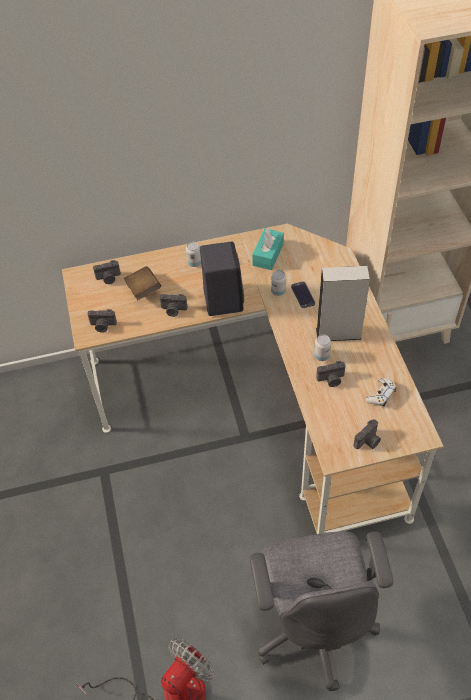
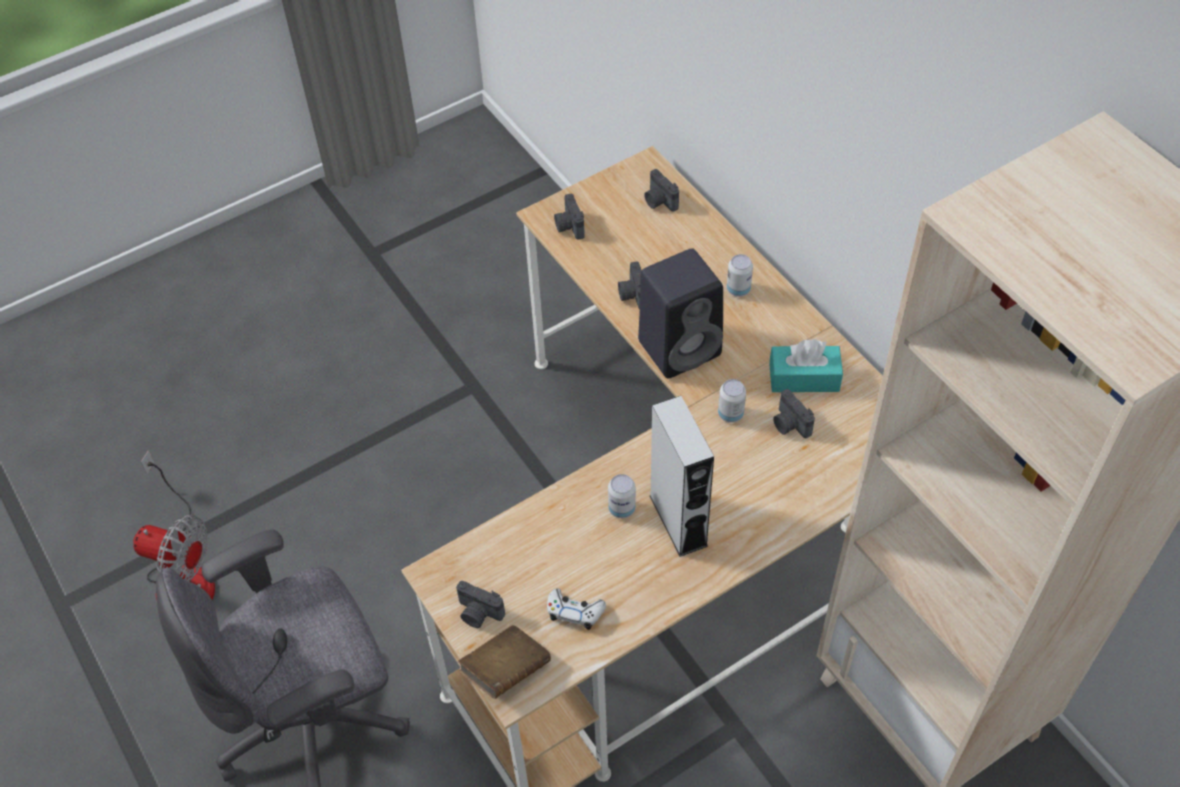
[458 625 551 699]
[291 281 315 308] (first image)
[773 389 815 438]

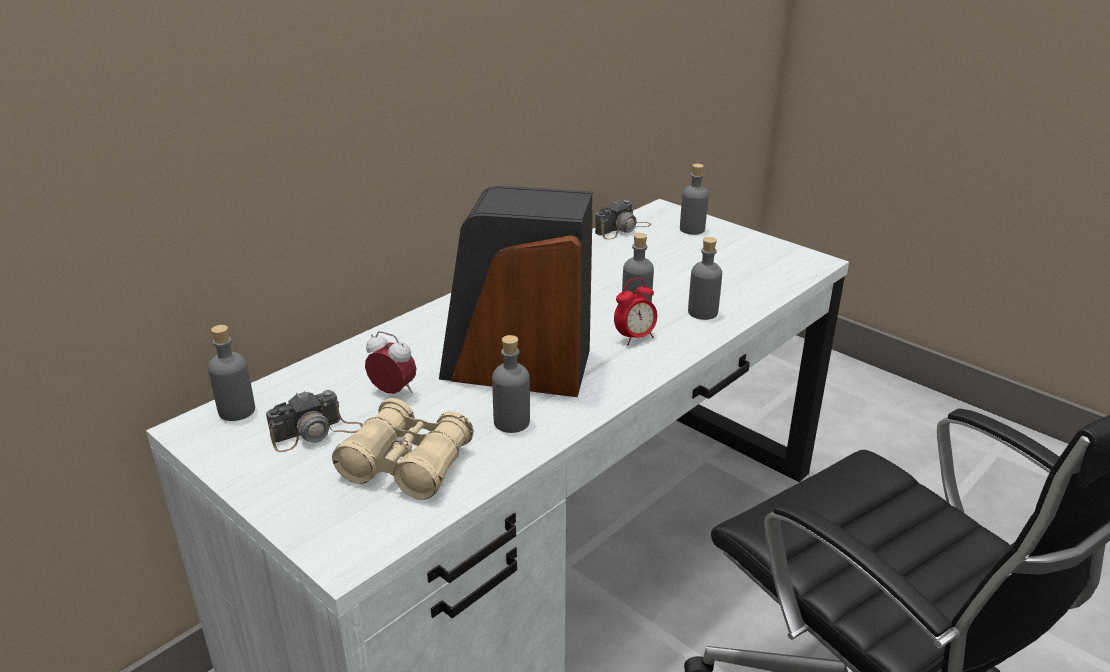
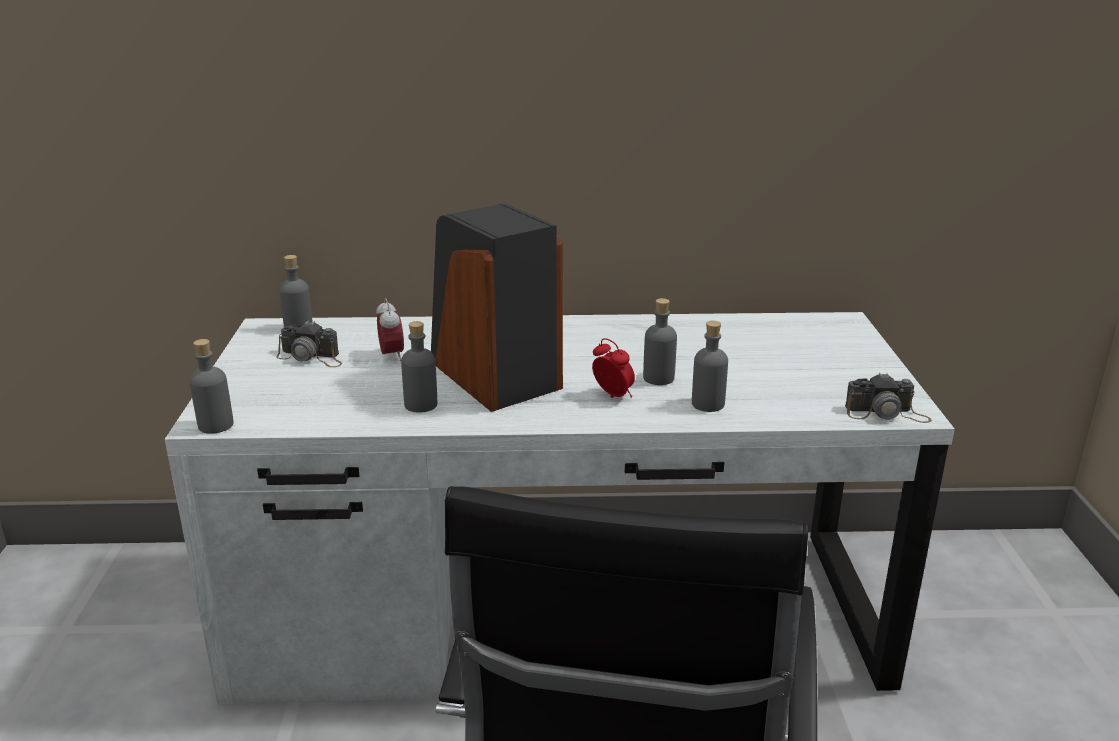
[332 398 474 500] (first image)
[845 373 932 423]
[592 338 635 398]
[189 339 234 434]

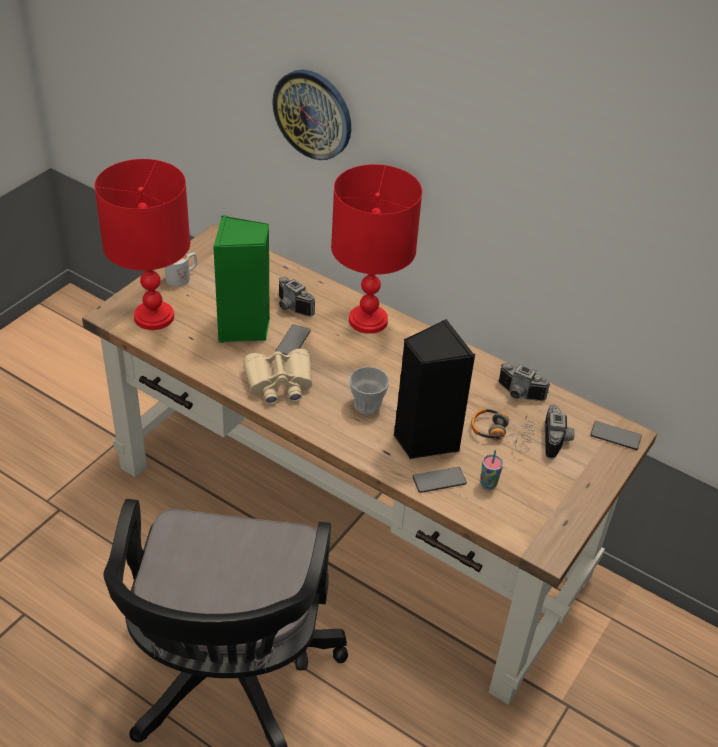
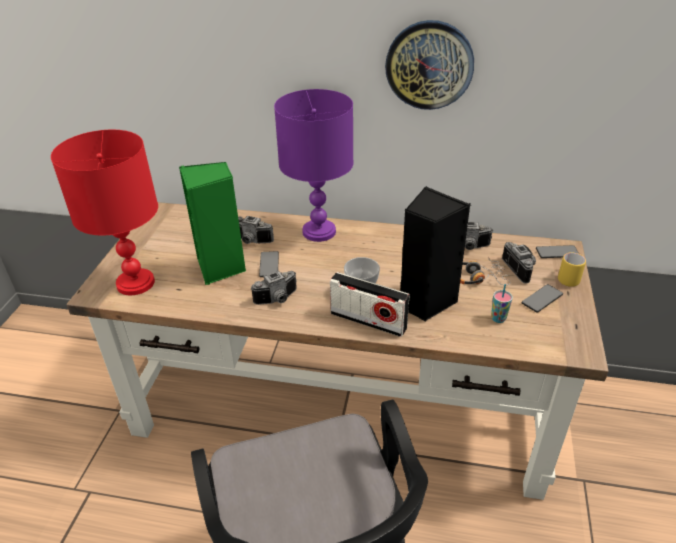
[165 252 197 287] (first image)
[251 271 297 305]
[385 20 474 110]
[274 89 354 242]
[522 284 563 312]
[330 272 410 337]
[558 252 586 287]

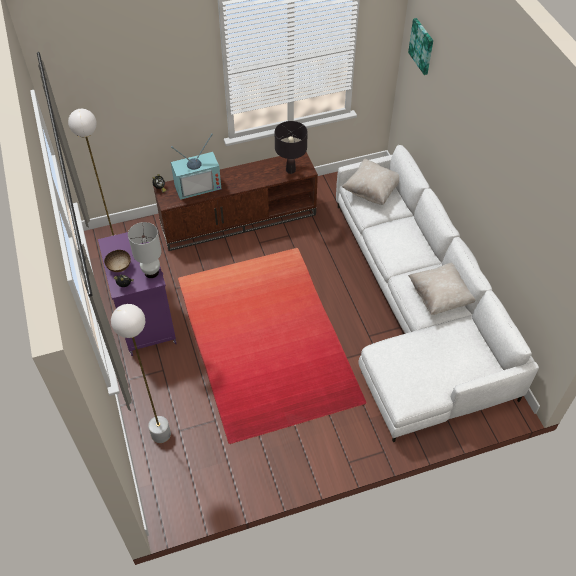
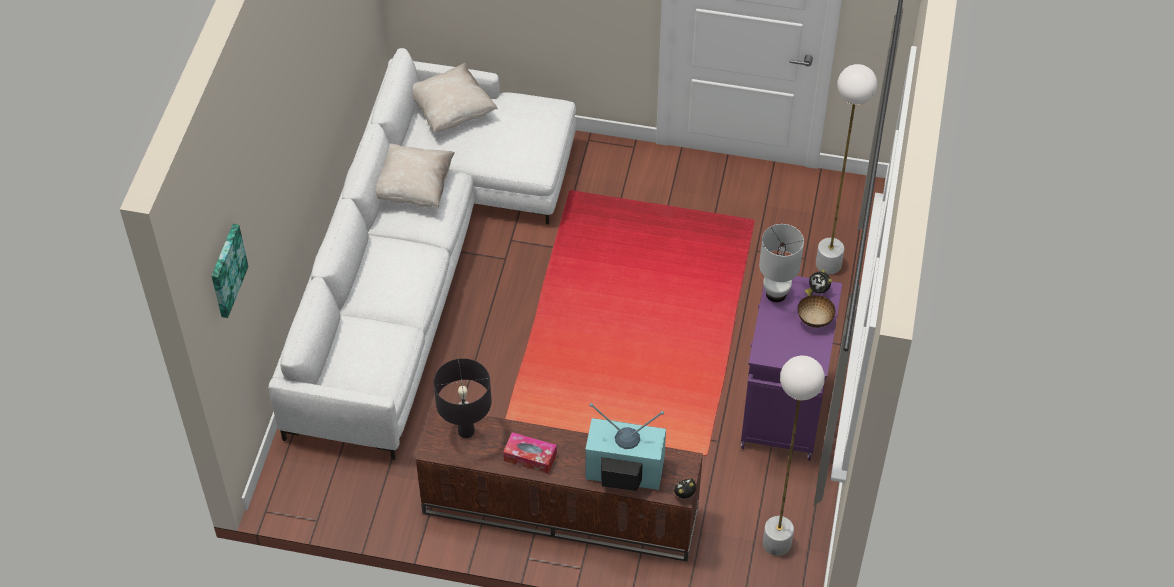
[413 63 498 132]
[503 432 557 474]

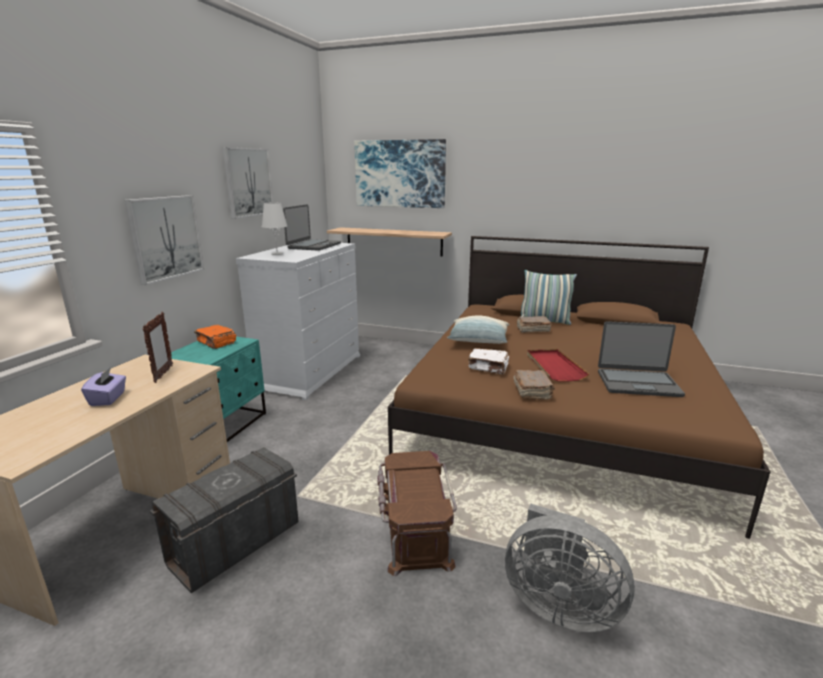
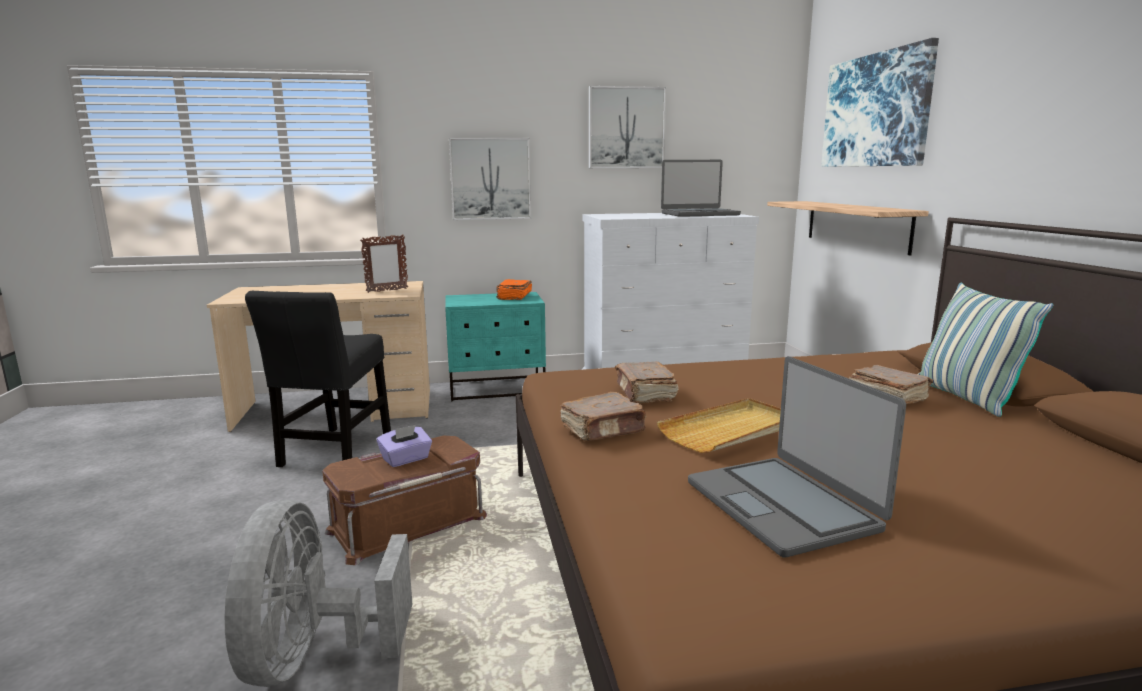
[377 425 432 467]
[245 291 391 467]
[262 202 287 255] (first image)
[447 316 510 344] (first image)
[615 362 679 404]
[657 398 781 453]

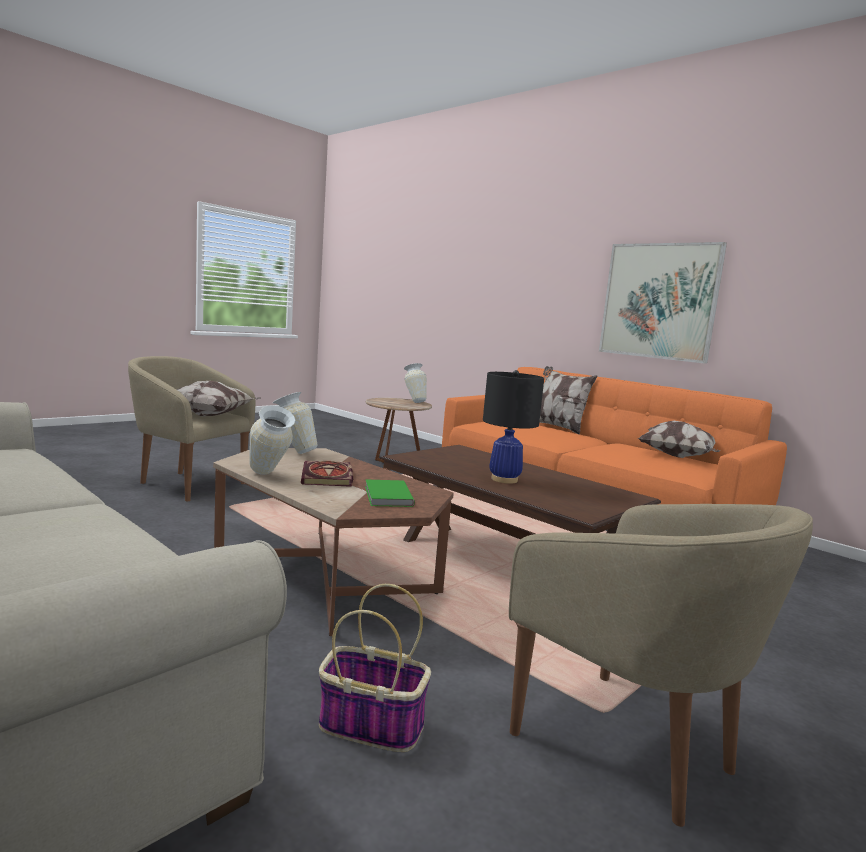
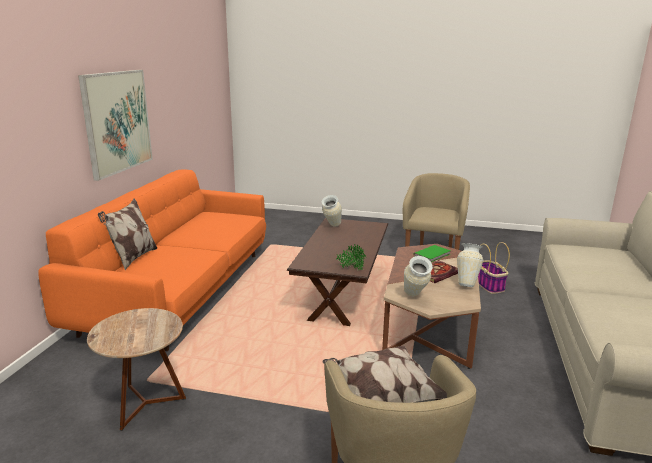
[322 195 342 227]
[483 370 544 484] (first image)
[638 421 720 458] (first image)
[336 244 366 270]

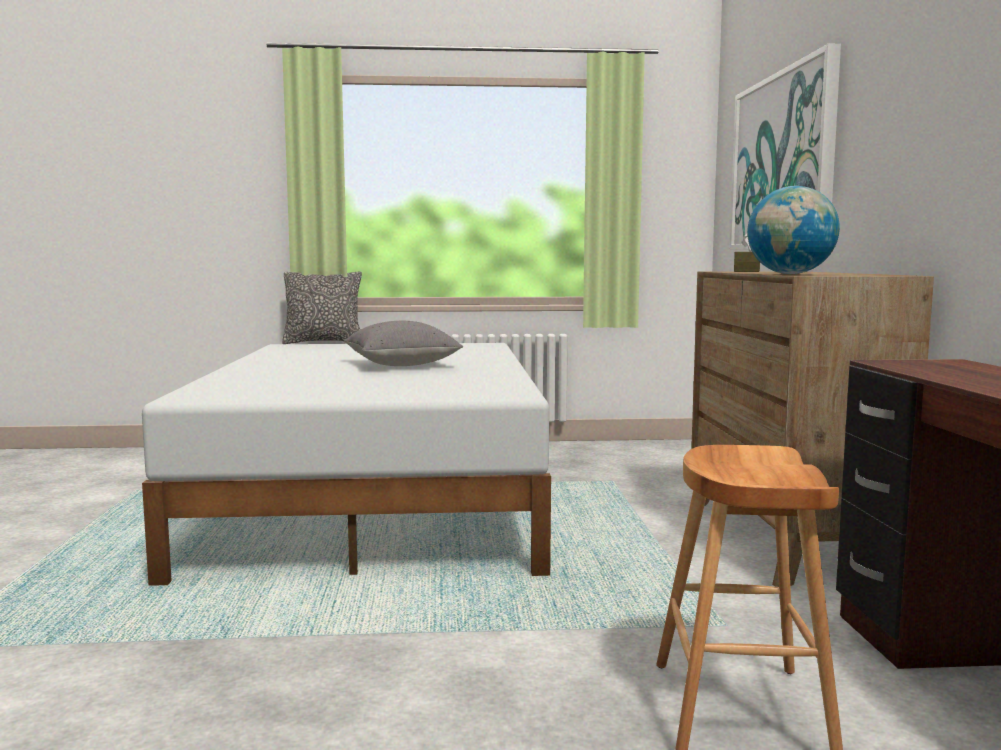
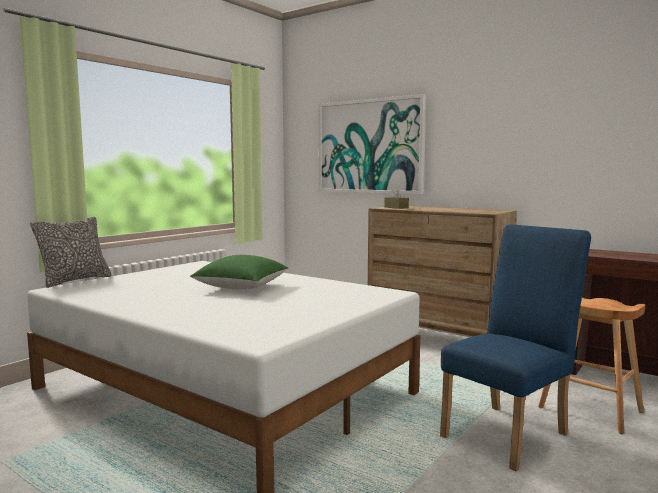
[190 255 288 290]
[747 186 840 274] (first image)
[440 224 591 471]

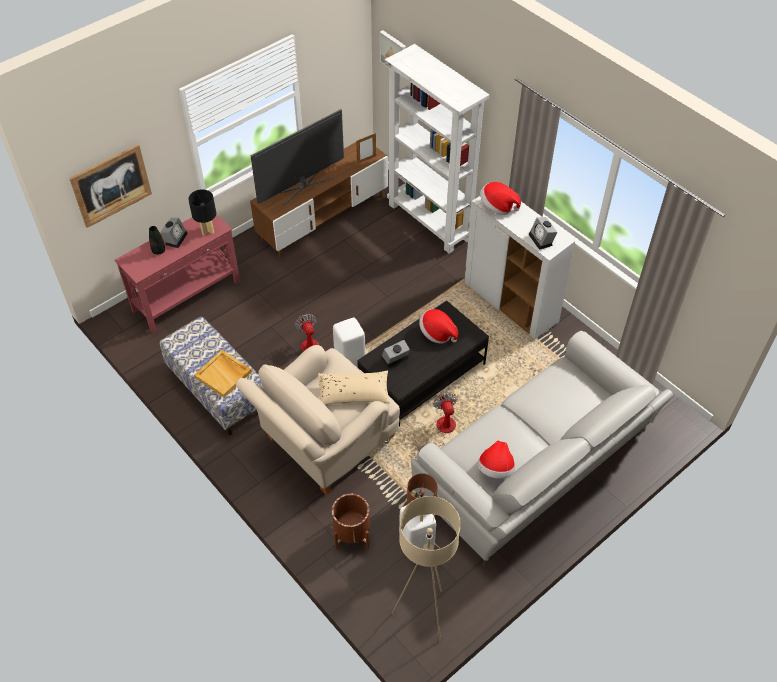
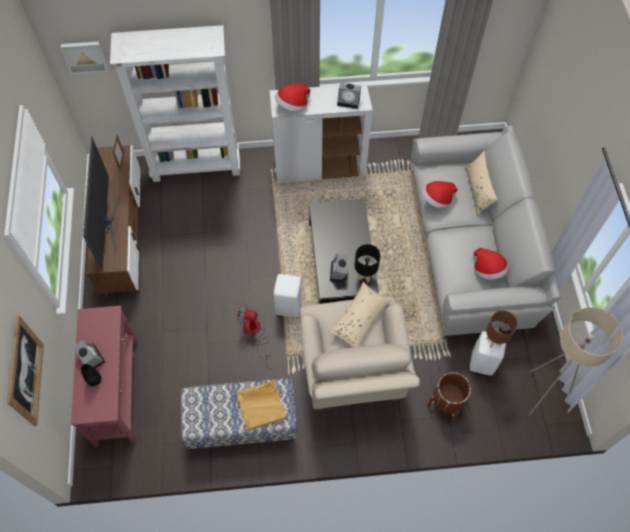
[355 244 380 283]
[418 392 457 451] (first image)
[422 181 458 208]
[465 151 498 216]

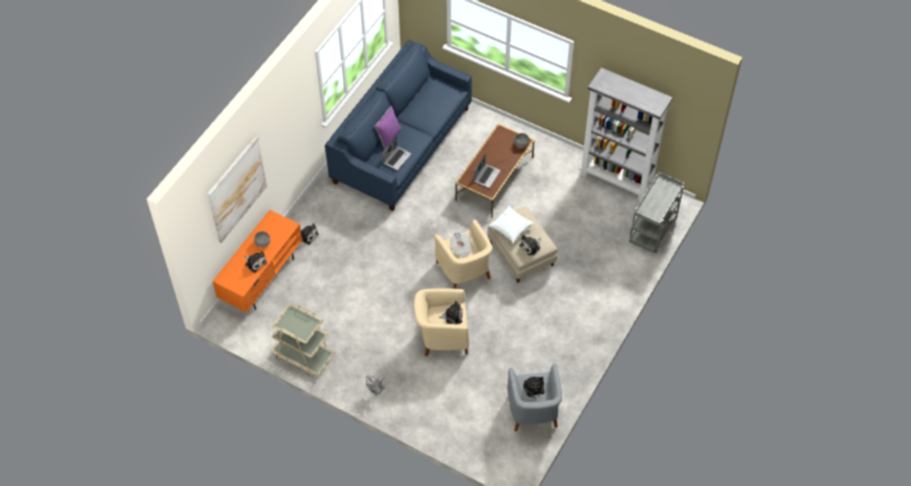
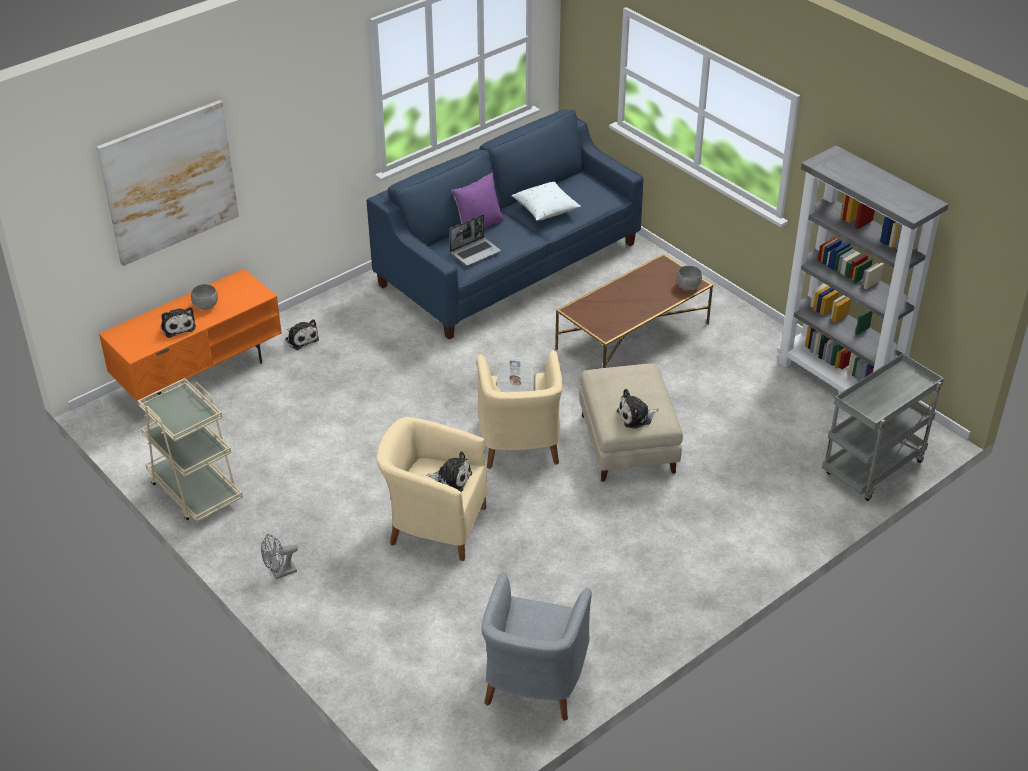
[473 153 501 188] (first image)
[511 182 581 221]
[523 376 545 402] (first image)

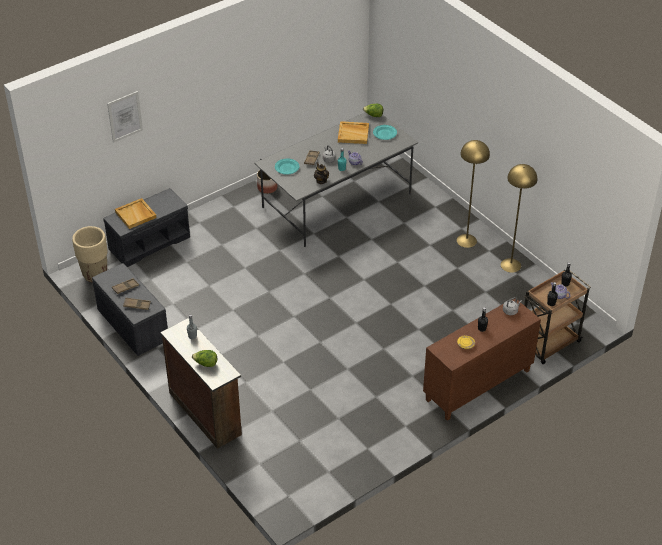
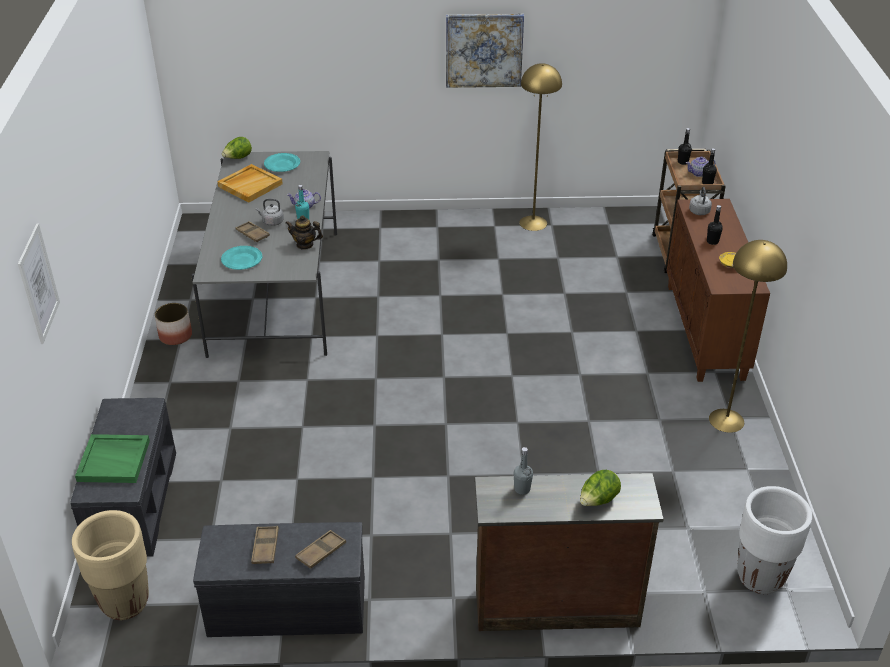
[75 434 150 483]
[709 240 787 433]
[446 14 524 88]
[737 486 812 594]

